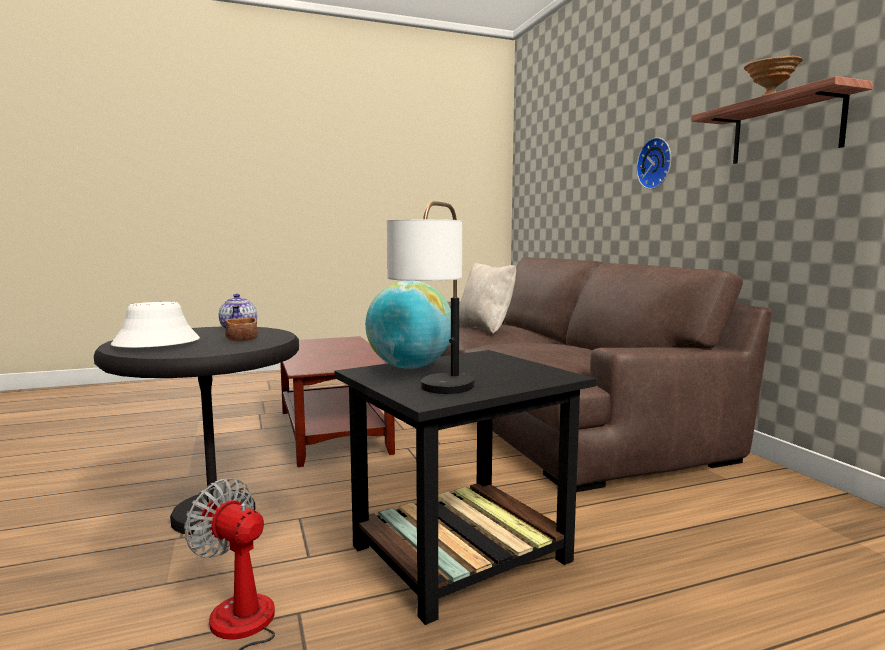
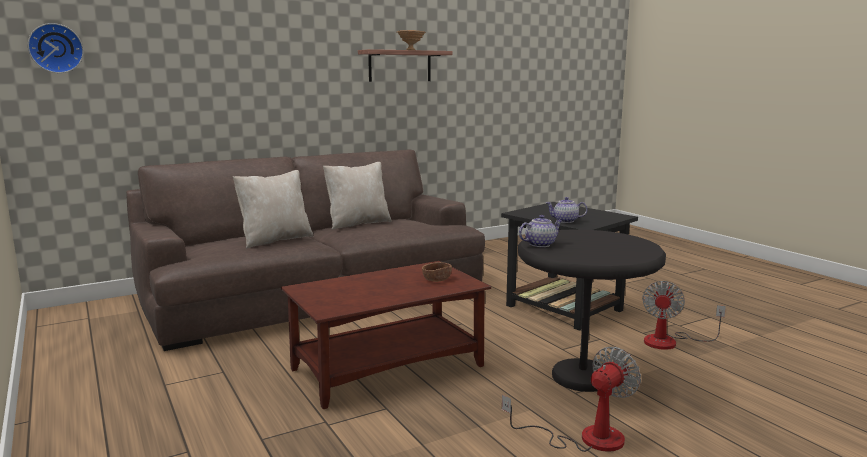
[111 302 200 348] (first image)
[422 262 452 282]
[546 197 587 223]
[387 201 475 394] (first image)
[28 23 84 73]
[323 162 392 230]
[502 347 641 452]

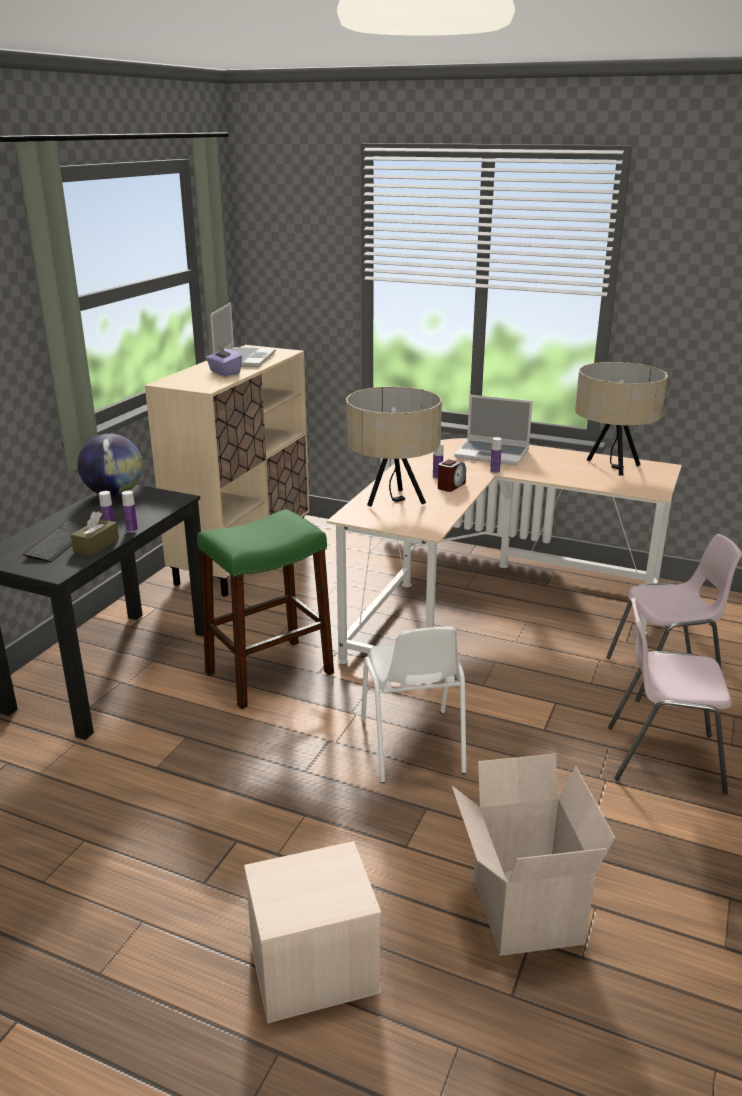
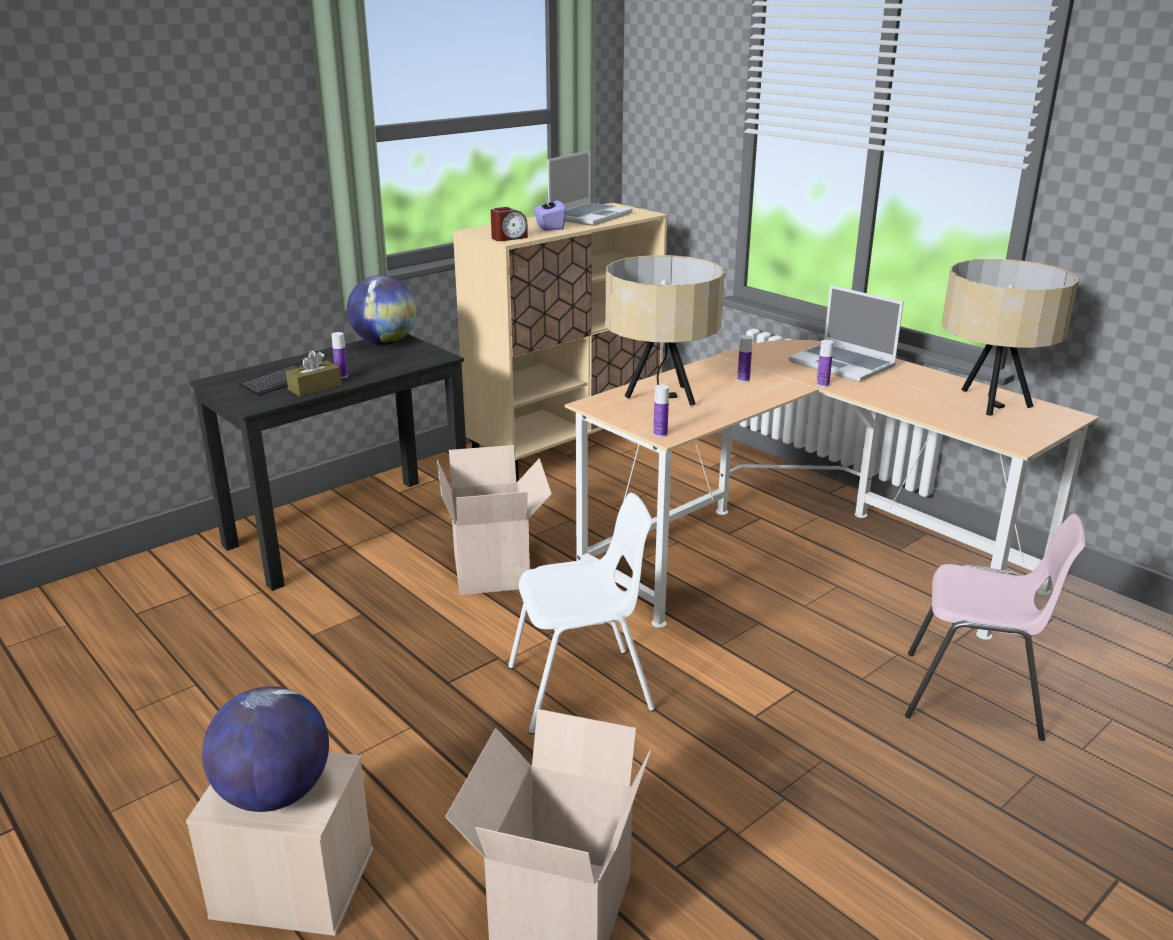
[653 385 669 437]
[437 445 552 595]
[508 493 655 734]
[491 207 528 241]
[608 598 732 794] (first image)
[202 686 329 812]

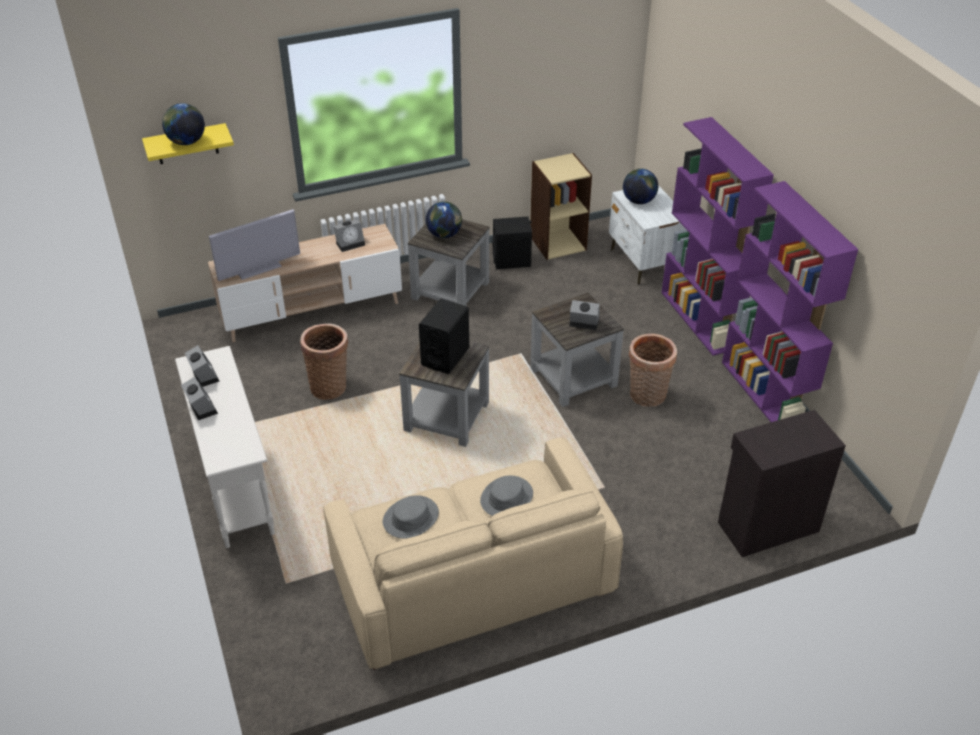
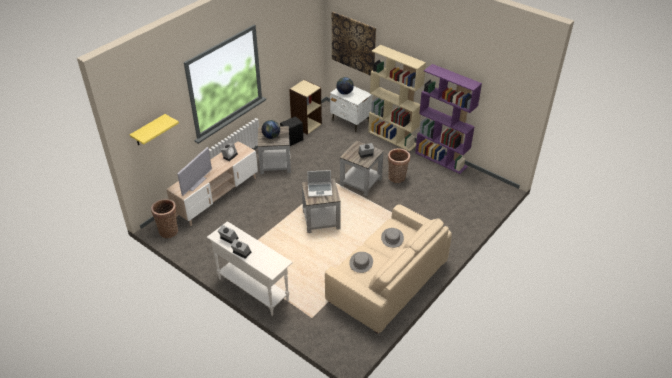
[162 103 205 145] (first image)
[151 199 178 238]
[307 170 332 197]
[368 45 426 152]
[718 410 846 557] (first image)
[332 12 376 76]

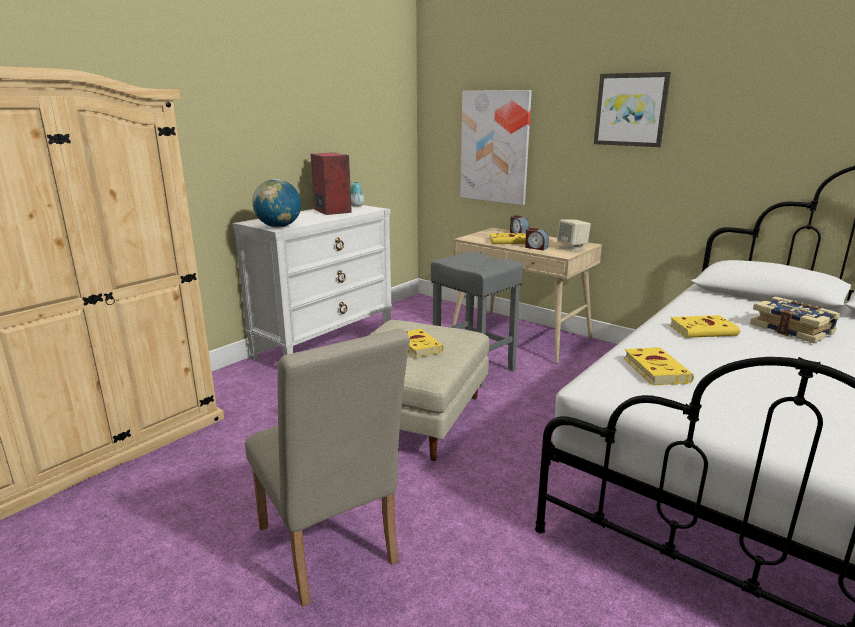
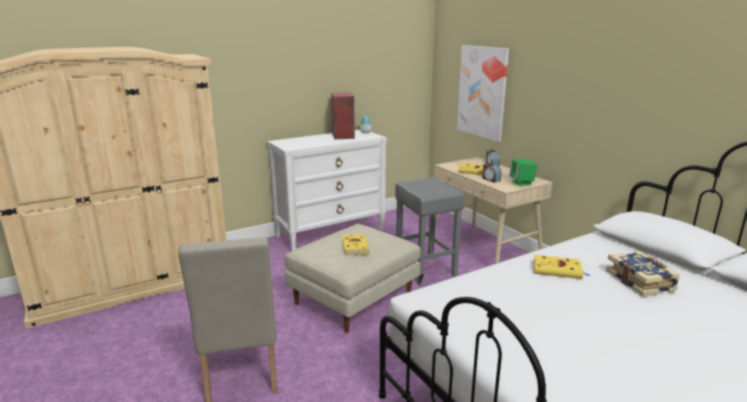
[252 179 301 228] (first image)
[509 159 537 186]
[594 72 671 147] (first image)
[624 347 694 386] (first image)

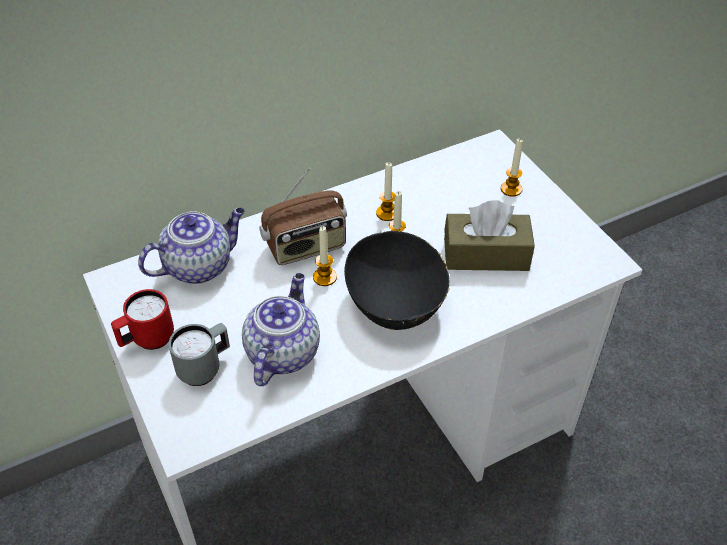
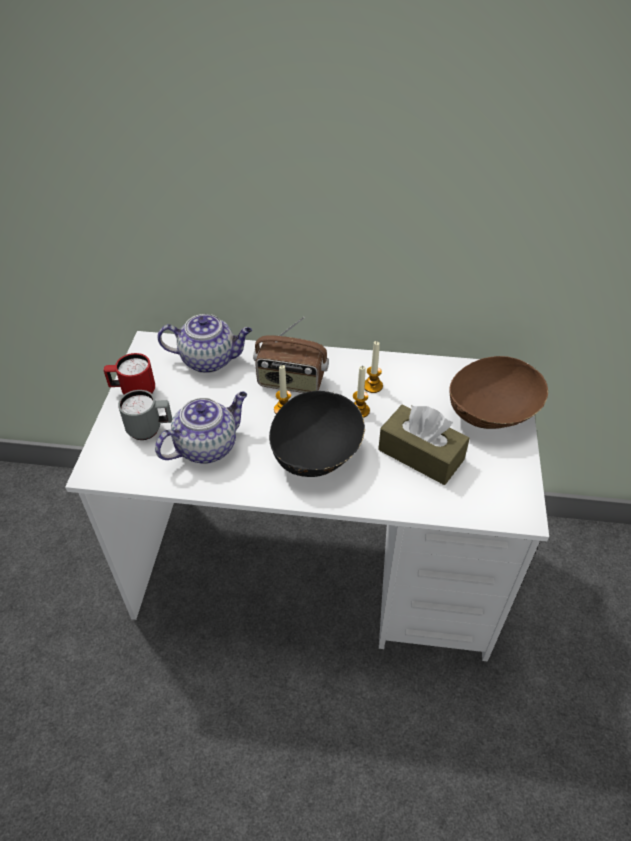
[450 356 548 429]

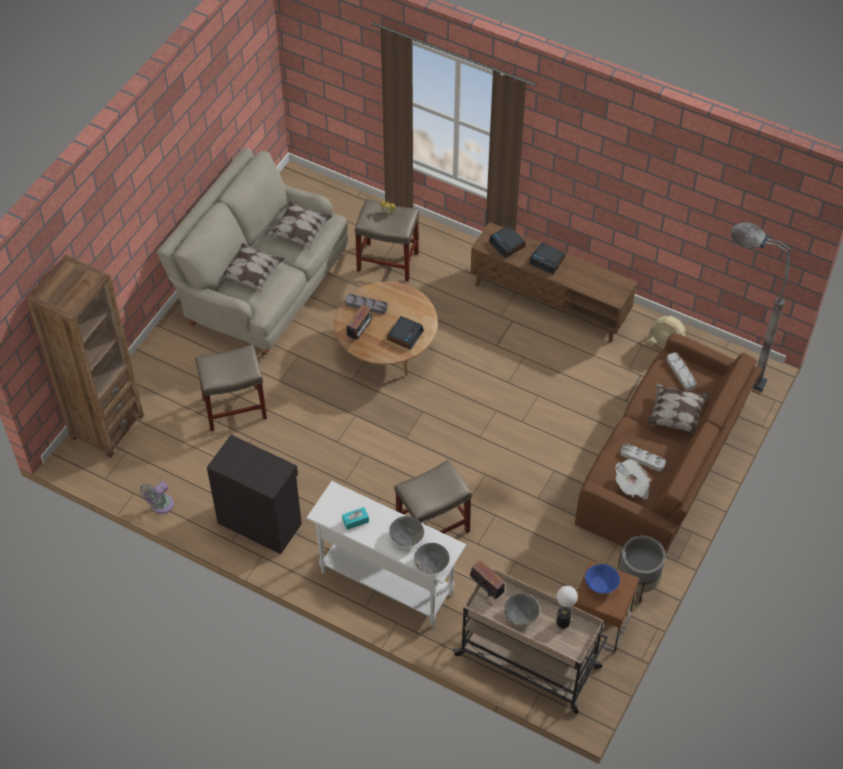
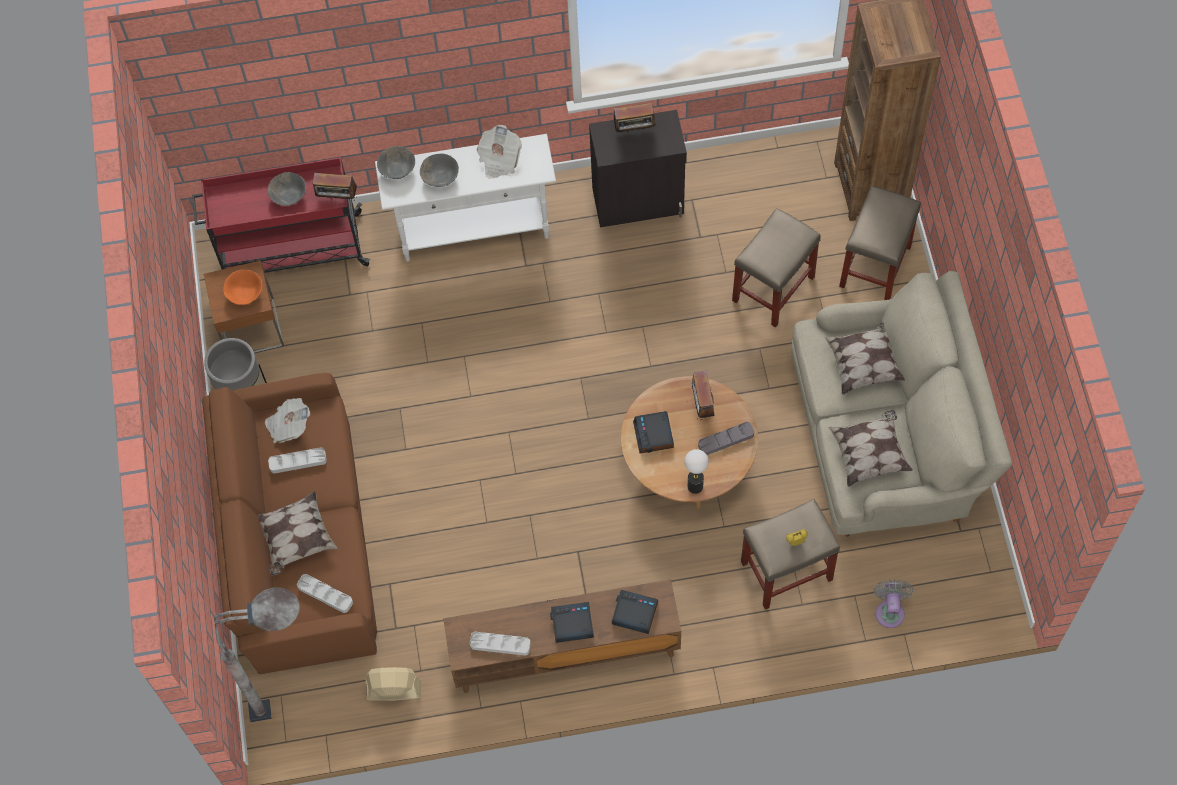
[873 580 914 628]
[477 125 522 179]
[839 186 921 300]
[192 157 370 273]
[684 449 709 494]
[223 269 262 305]
[470 632 531 656]
[614 103 658 132]

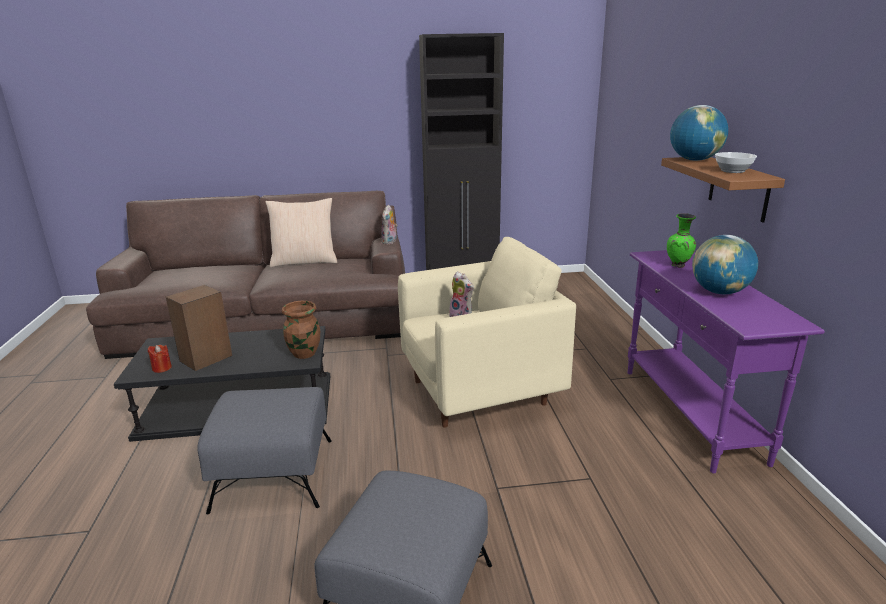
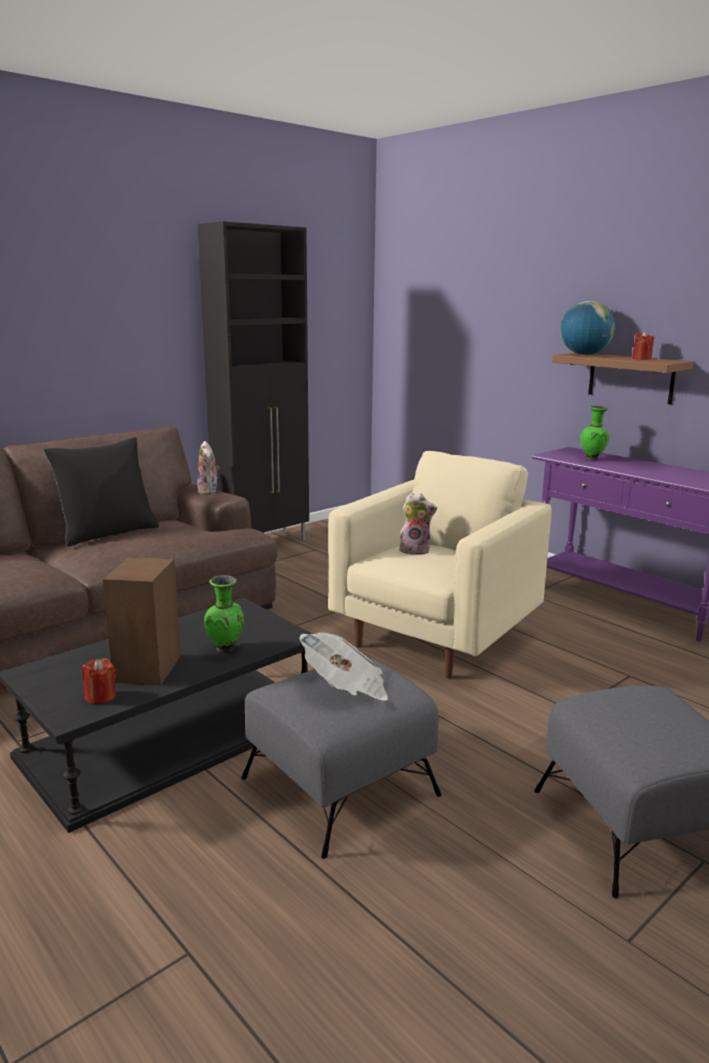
[44 437 159 547]
[282 301 320 359] (first image)
[692 235 758 294] (first image)
[632 331 654 360]
[204 575 244 654]
[299 632 388 701]

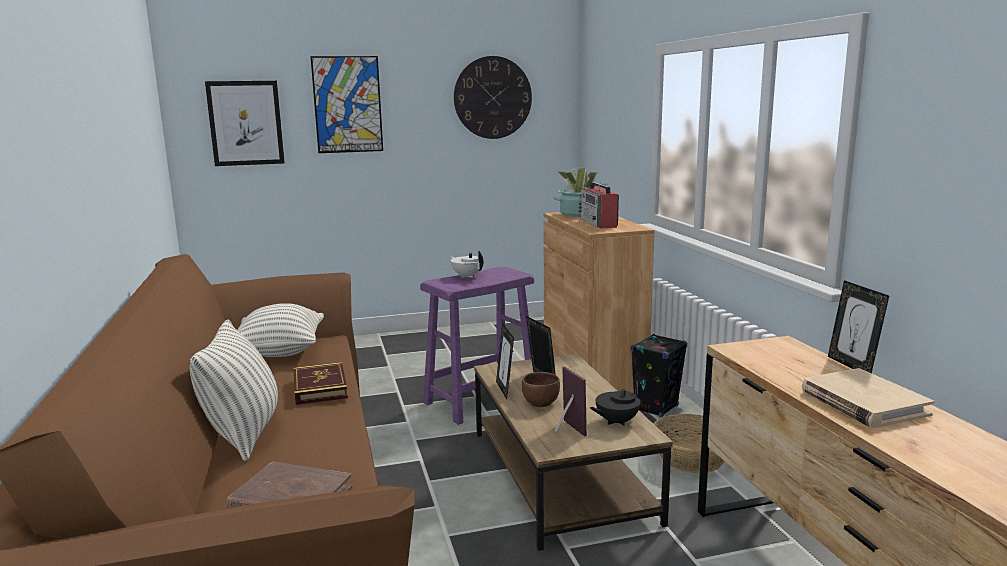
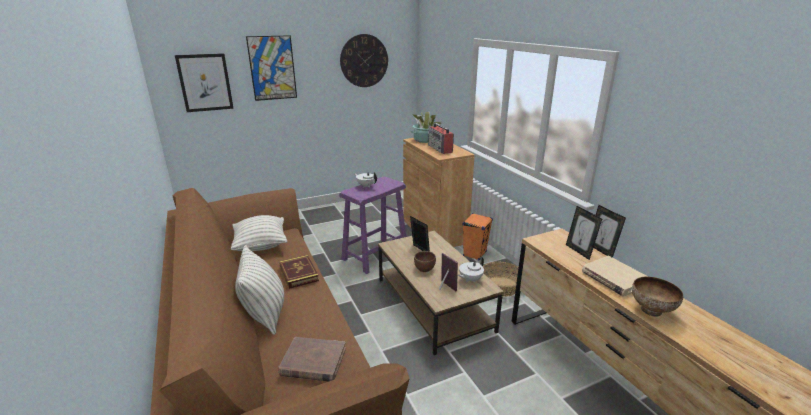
[566 206 602 260]
[458 257 484 282]
[463 213 493 261]
[632 277 683 317]

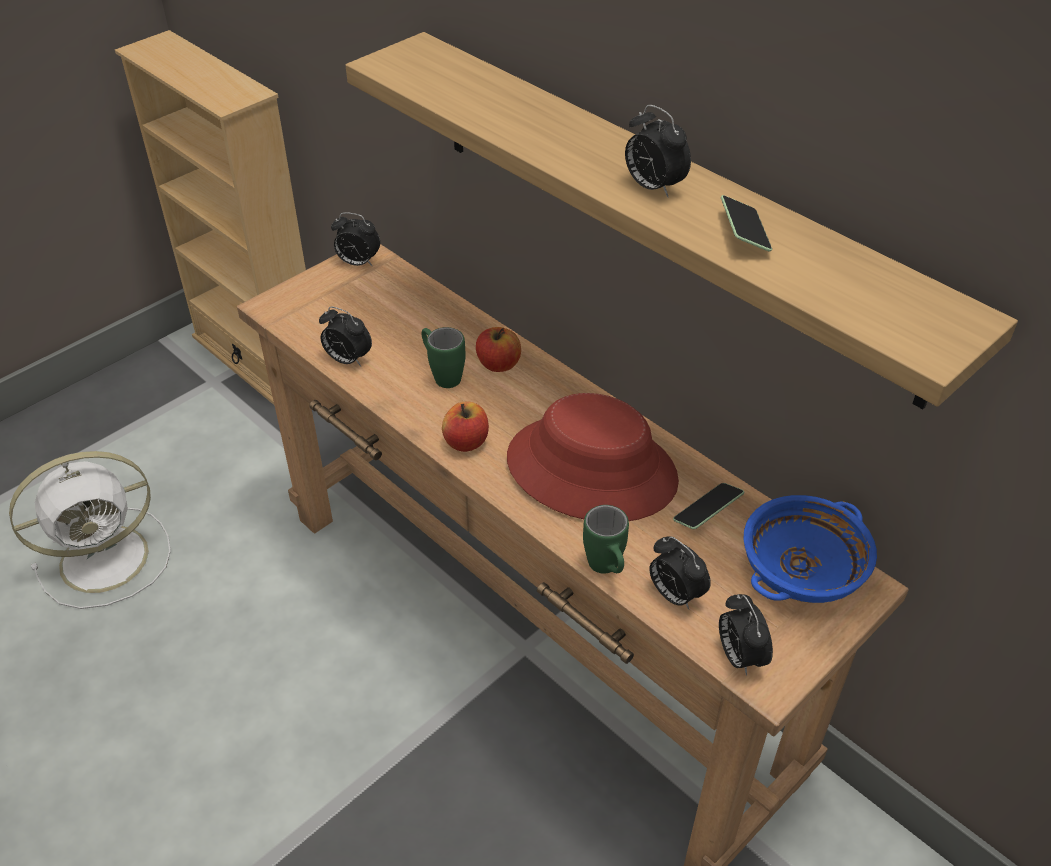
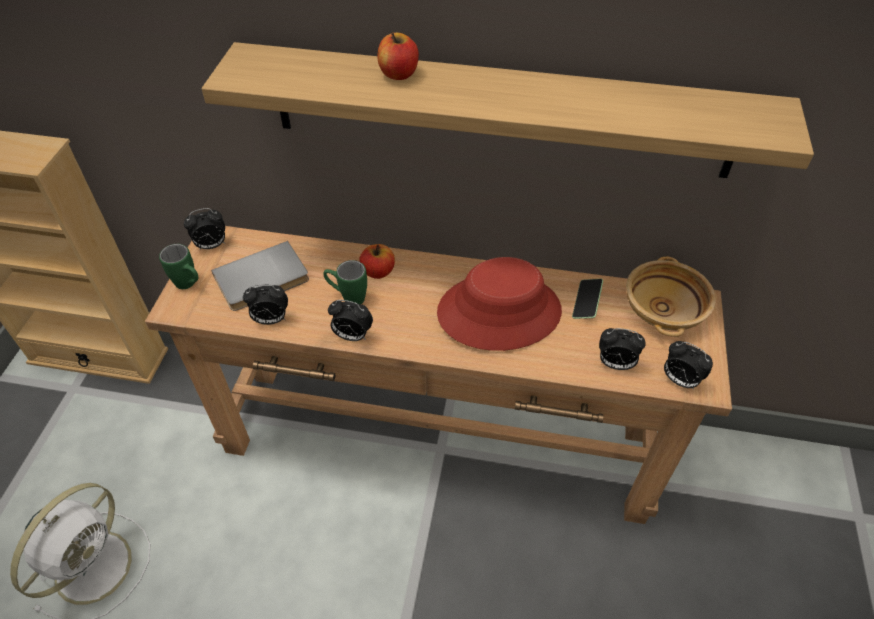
[378 33 419 80]
[159 244 198 289]
[328 300 373 341]
[721 195 772 252] (first image)
[626 257 716 337]
[211 241 309 311]

